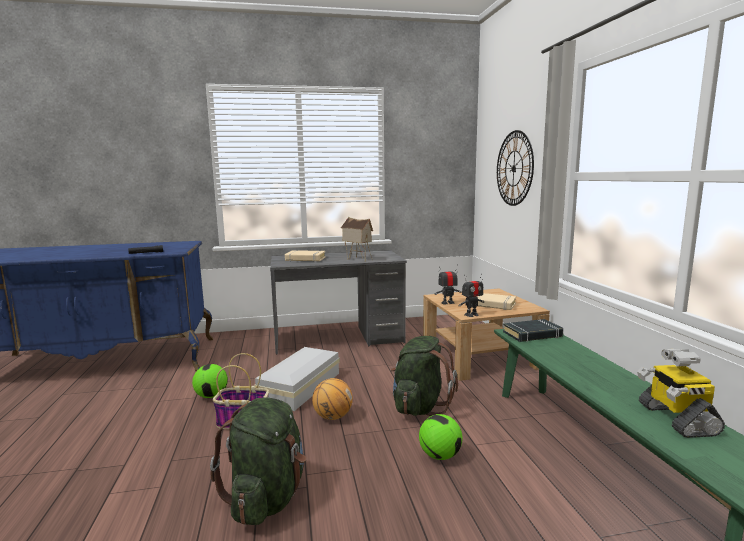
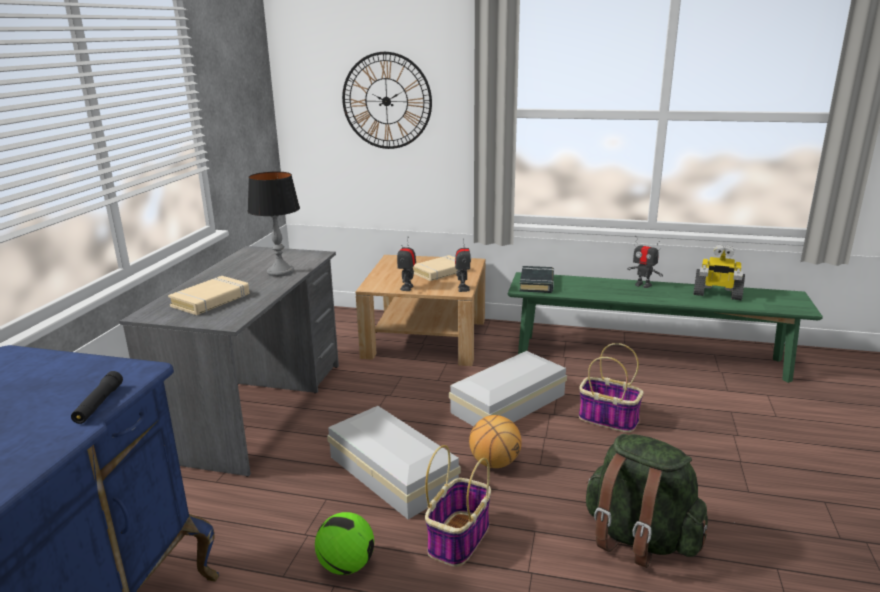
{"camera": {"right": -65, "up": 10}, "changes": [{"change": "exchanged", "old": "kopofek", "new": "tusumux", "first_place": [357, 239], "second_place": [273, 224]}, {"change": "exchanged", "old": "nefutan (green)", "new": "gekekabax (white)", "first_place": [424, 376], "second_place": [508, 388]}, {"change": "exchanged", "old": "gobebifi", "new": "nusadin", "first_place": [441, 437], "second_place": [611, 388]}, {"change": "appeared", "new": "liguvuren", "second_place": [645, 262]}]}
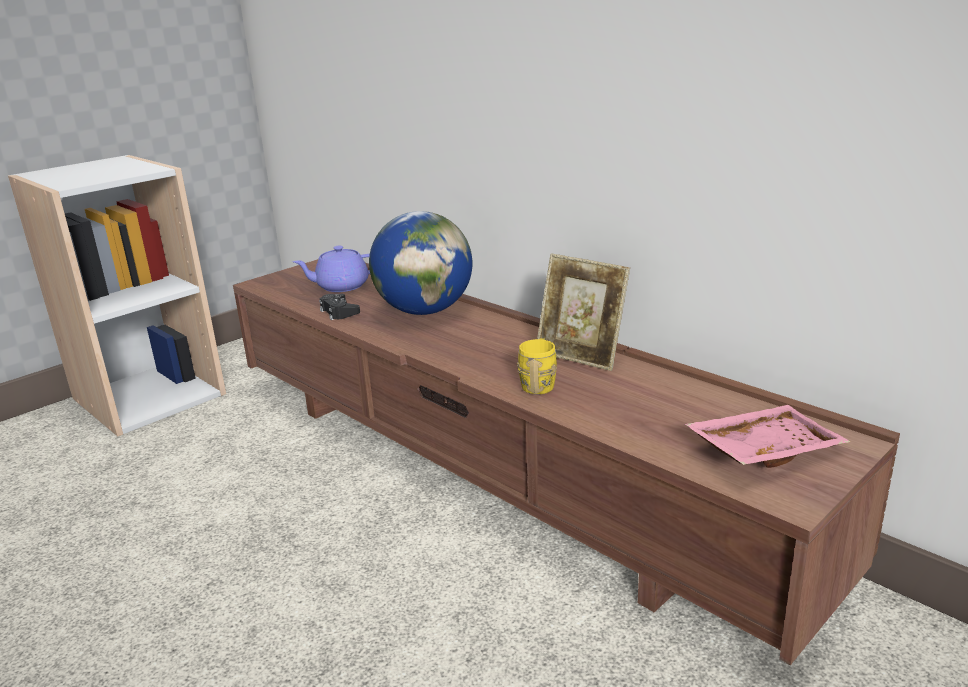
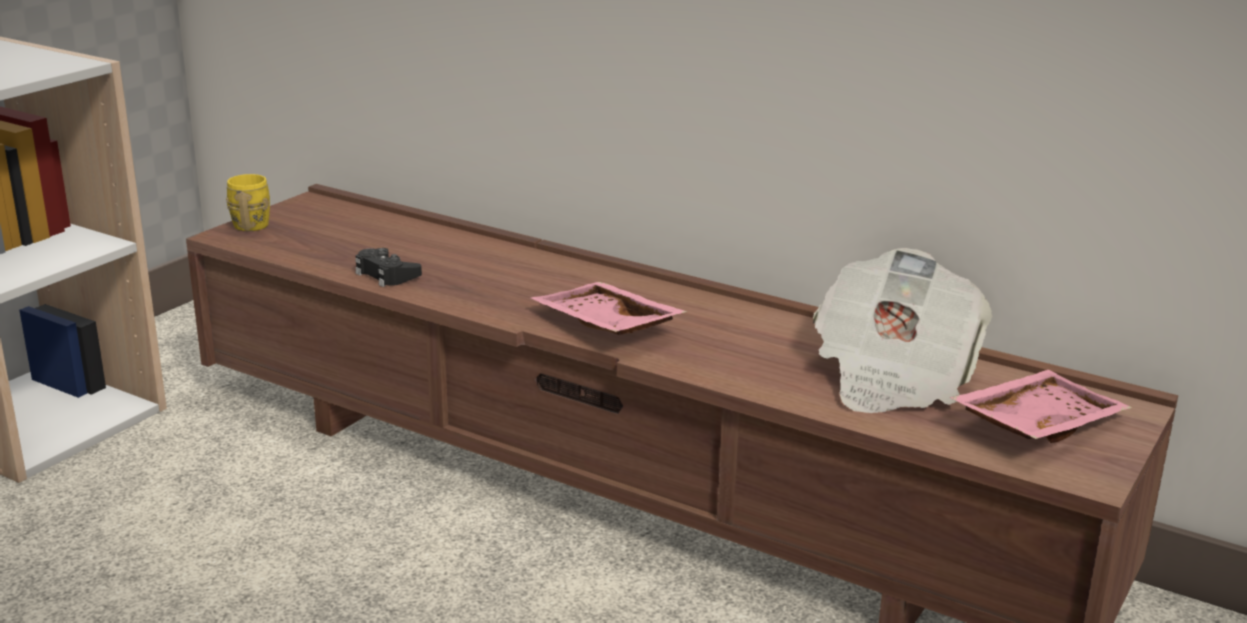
{"camera": {"right": -15, "up": 0}, "changes": [{"change": "missing", "old": "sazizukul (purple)", "first_place": [331, 269]}, {"change": "missing", "old": "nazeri", "first_place": [420, 263]}, {"change": "relocated", "old": "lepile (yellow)", "first_place": [537, 366], "second_place": [248, 202]}, {"change": "missing", "old": "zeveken", "first_place": [583, 312]}, {"change": "appeared", "new": "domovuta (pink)", "second_place": [609, 308]}, {"change": "appeared", "new": "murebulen", "second_place": [903, 330]}]}
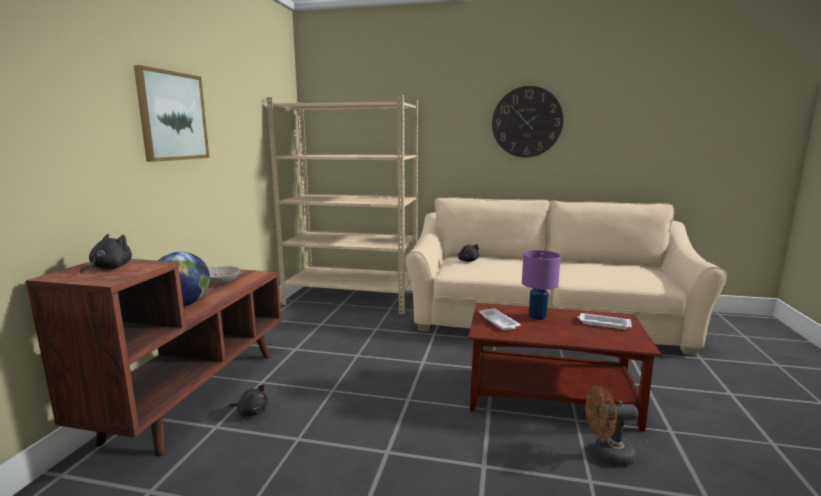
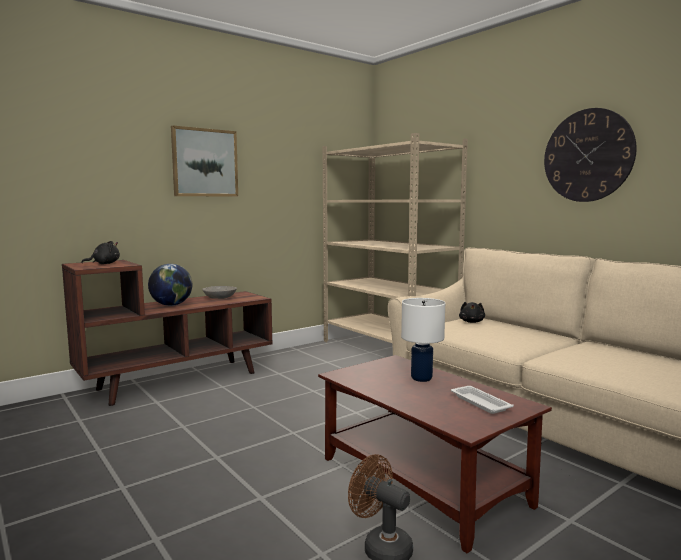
{"camera": {"right": 40, "up": -5}, "changes": [{"change": "missing", "old": "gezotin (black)", "first_place": [248, 401]}, {"change": "missing", "old": "domovuta (white)", "first_place": [500, 319]}, {"change": "colour", "old": "tusumux (purple)", "new": "tusumux (white)", "first_place": [541, 285], "second_place": [423, 340]}]}
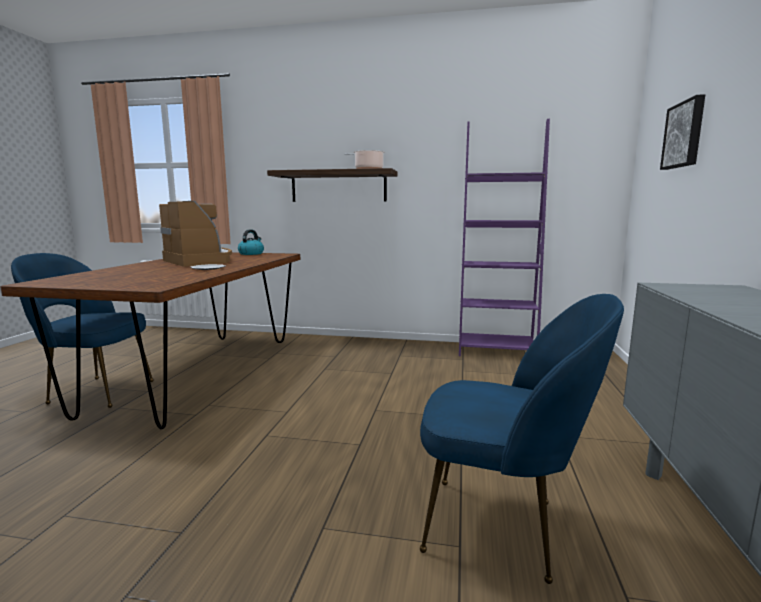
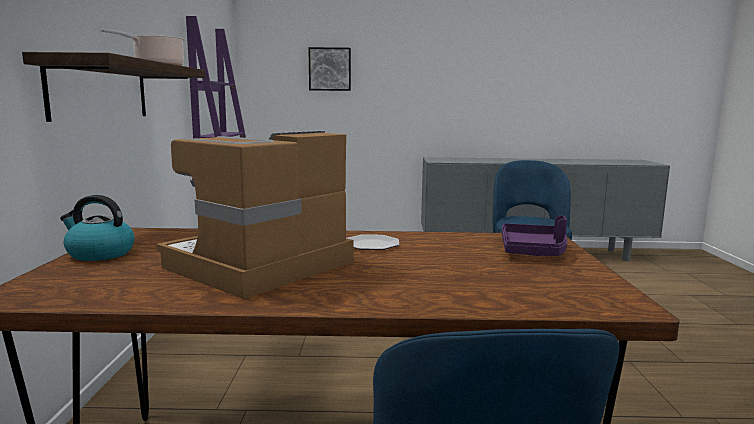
{"camera": {"right": -100, "up": 0}, "changes": [{"change": "appeared", "new": "domovuta (purple)", "second_place": [534, 236]}]}
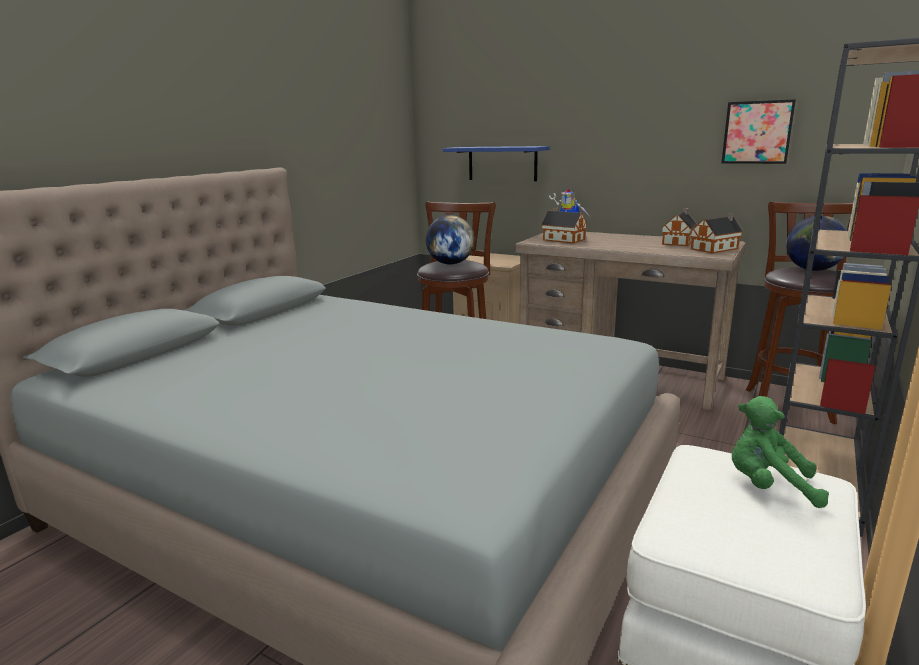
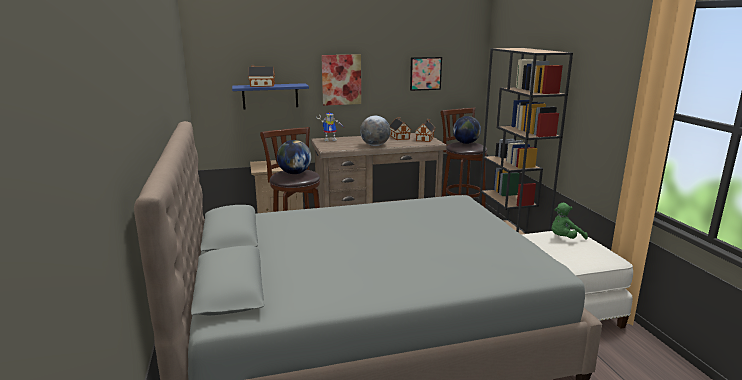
{"camera": {"right": -45, "up": 0}, "changes": [{"change": "relocated", "old": "kopofek", "first_place": [564, 226], "second_place": [261, 76]}, {"change": "appeared", "new": "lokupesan", "second_place": [341, 80]}, {"change": "appeared", "new": "nazeri", "second_place": [375, 131]}]}
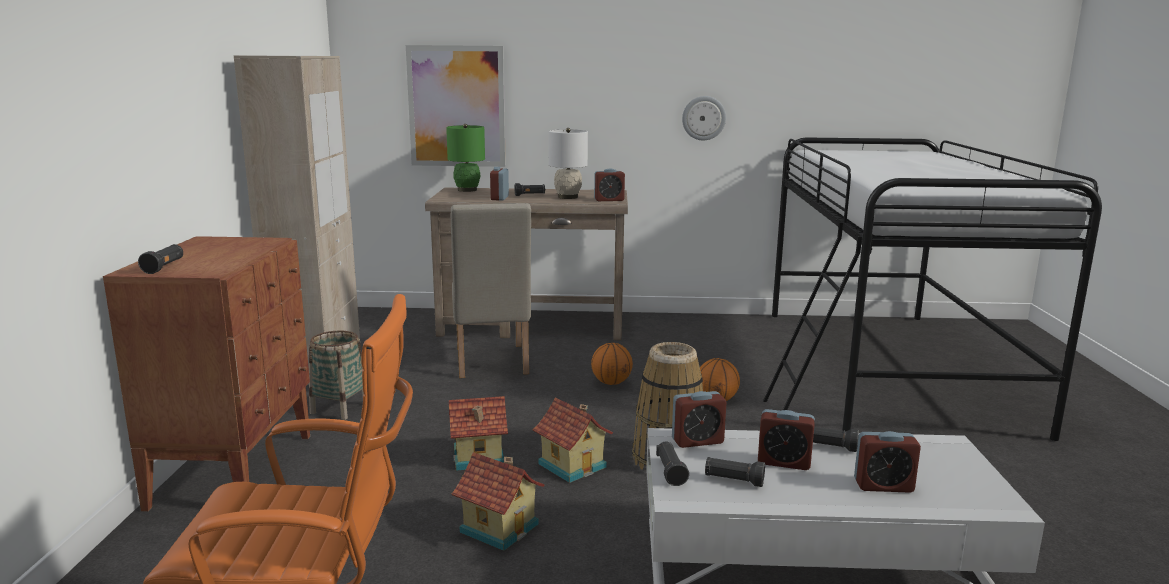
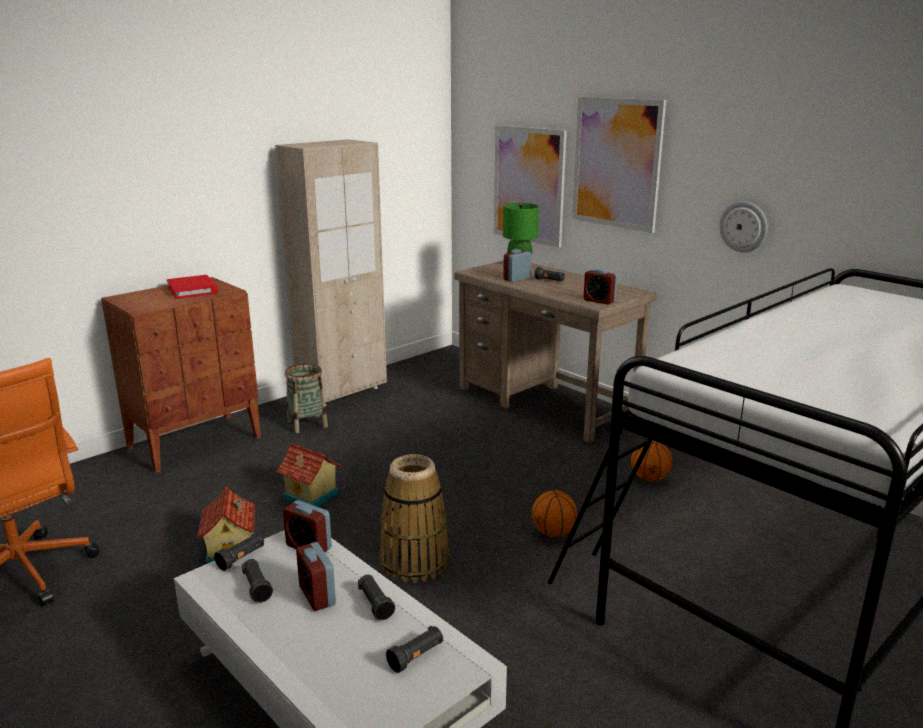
{"camera": {"right": 45, "up": 5}, "changes": [{"change": "relocated", "old": "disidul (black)", "first_place": [160, 259], "second_place": [414, 649]}, {"change": "missing", "old": "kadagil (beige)", "first_place": [491, 290]}, {"change": "missing", "old": "kopofek", "first_place": [573, 440]}, {"change": "missing", "old": "tusumux (white)", "first_place": [568, 163]}, {"change": "relocated", "old": "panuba", "first_place": [612, 364], "second_place": [651, 461]}, {"change": "missing", "old": "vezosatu", "first_place": [887, 462]}, {"change": "appeared", "new": "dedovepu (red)", "second_place": [193, 287]}, {"change": "appeared", "new": "lokupesan", "second_place": [619, 165]}]}
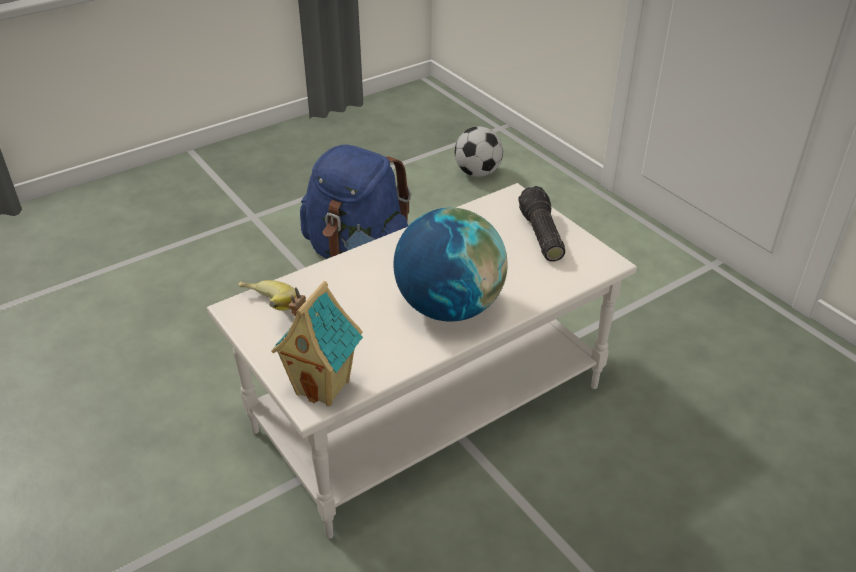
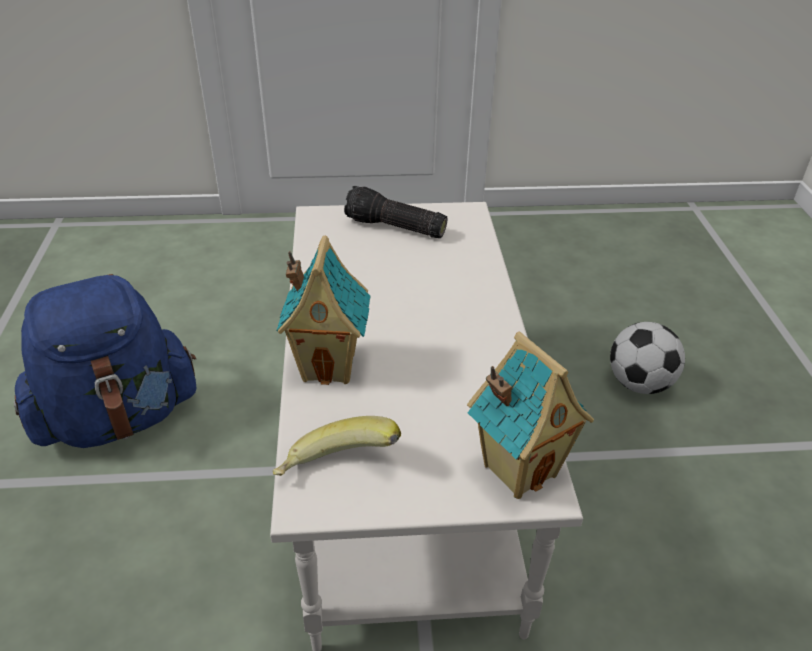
{"camera": {"right": -60, "up": 0}, "changes": [{"change": "missing", "old": "nazeri", "first_place": [450, 264]}, {"change": "relocated", "old": "gobebifi", "first_place": [479, 151], "second_place": [647, 358]}, {"change": "appeared", "new": "kopofek", "second_place": [323, 310]}]}
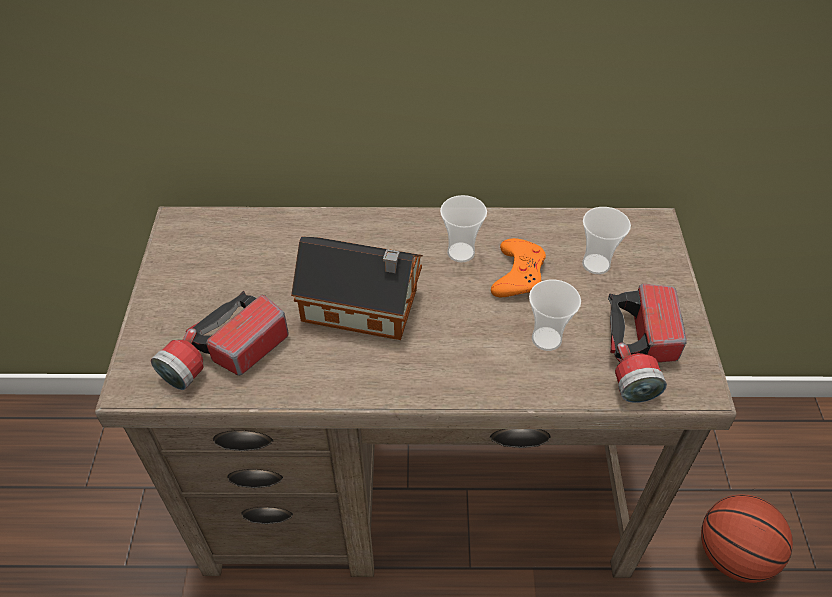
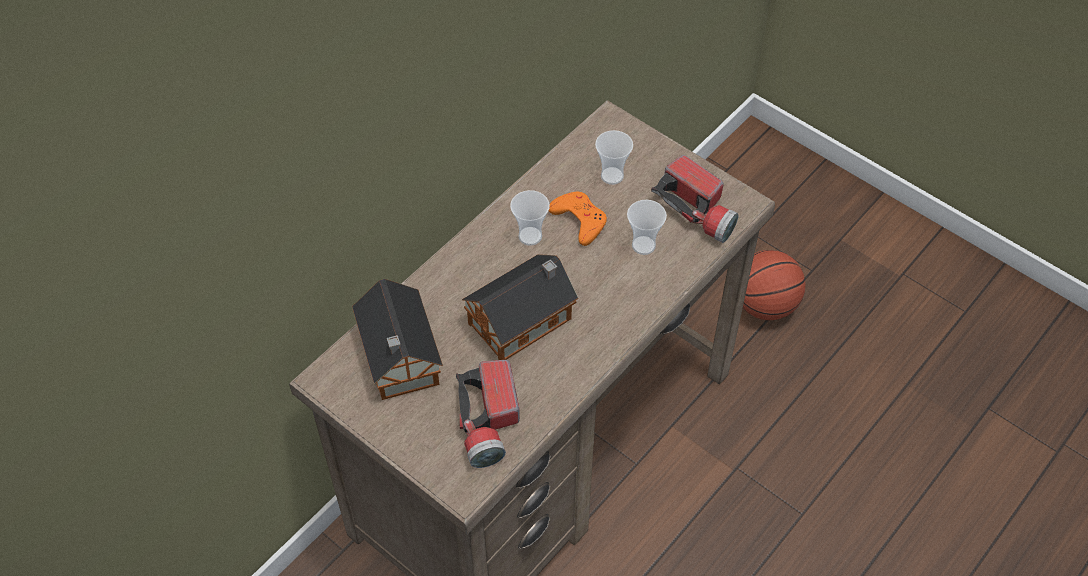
{"camera": {"right": -50, "up": 5}, "changes": [{"change": "appeared", "new": "kopofek", "second_place": [397, 339]}]}
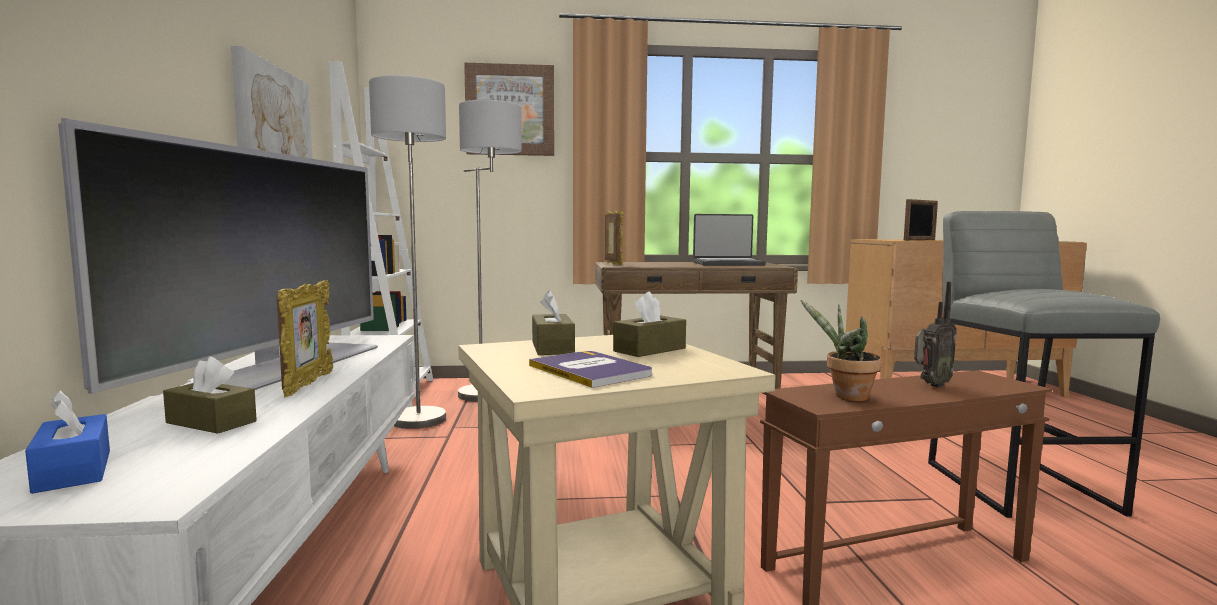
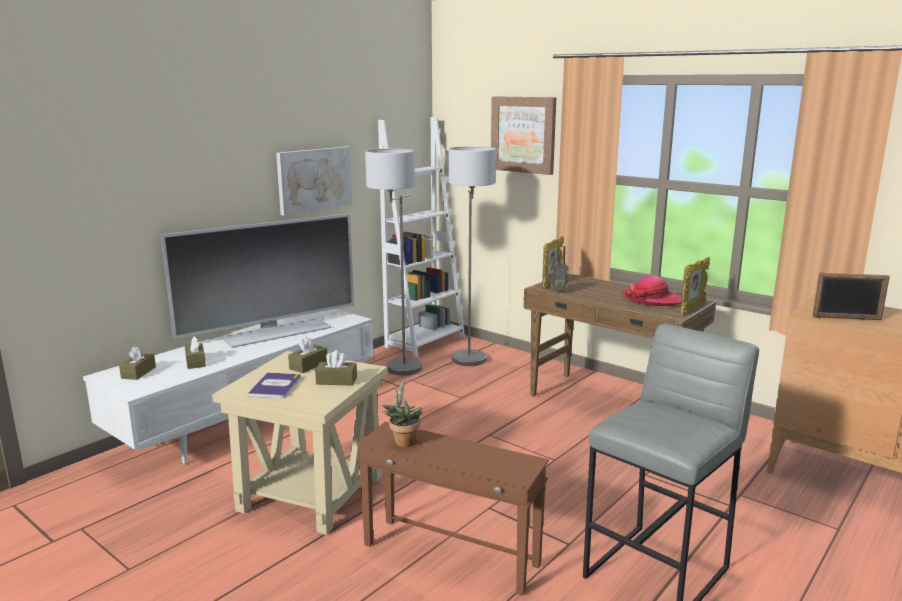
{"camera": {"right": 45, "up": 10}, "changes": [{"change": "colour", "old": "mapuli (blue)", "new": "mapuli (brown)", "first_place": [67, 442], "second_place": [137, 363]}, {"change": "relocated", "old": "zeveken", "first_place": [304, 338], "second_place": [695, 286]}, {"change": "exchanged", "old": "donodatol", "new": "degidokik", "first_place": [729, 240], "second_place": [652, 290]}, {"change": "relocated", "old": "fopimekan", "first_place": [935, 334], "second_place": [558, 269]}]}
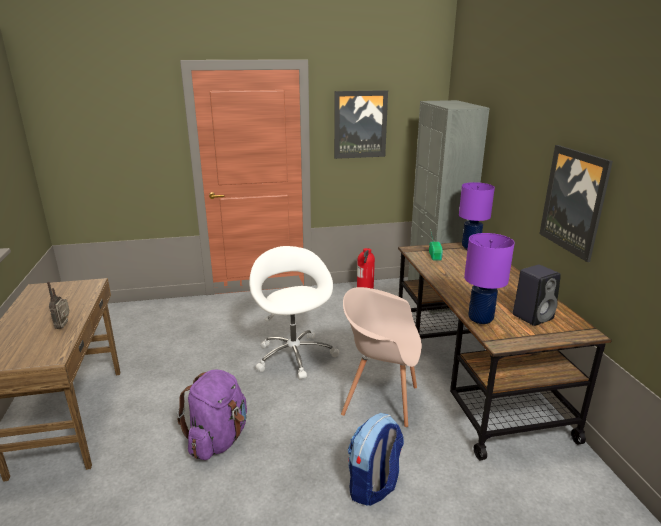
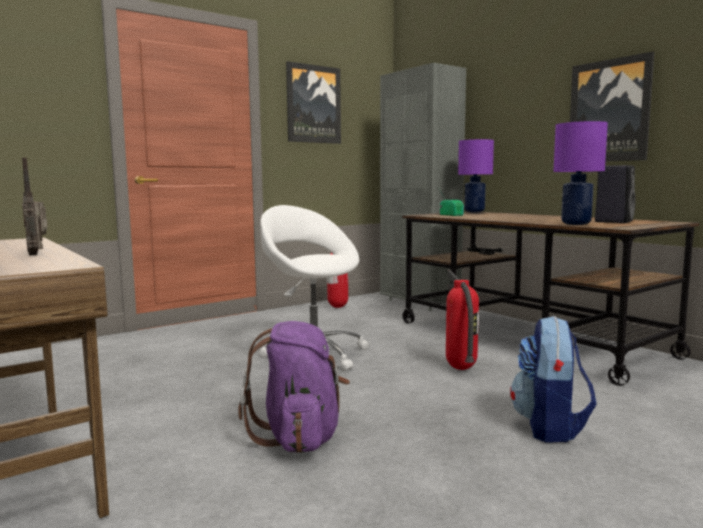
{"camera": {"right": -25, "up": -15}, "changes": [{"change": "exchanged", "old": "kadagil (beige)", "new": "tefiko", "first_place": [381, 357], "second_place": [462, 320]}]}
